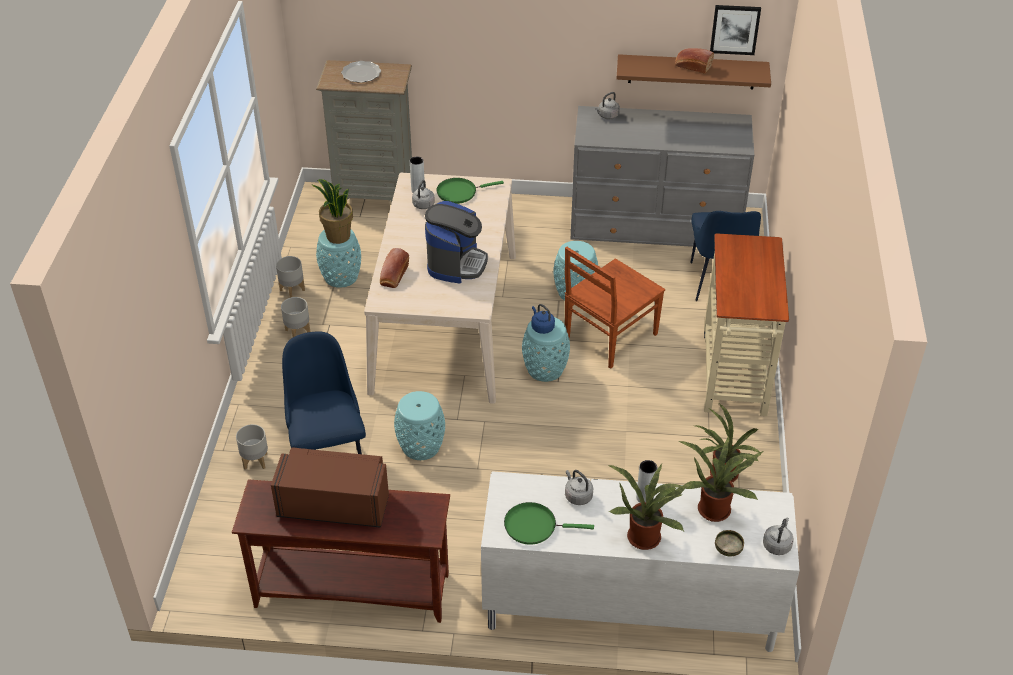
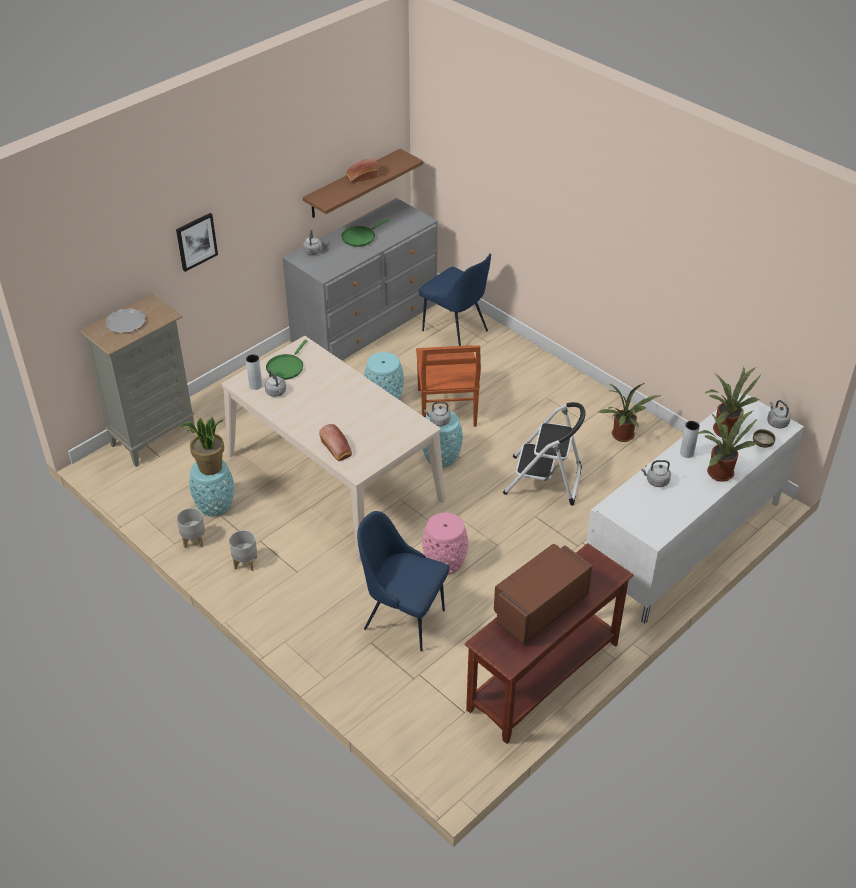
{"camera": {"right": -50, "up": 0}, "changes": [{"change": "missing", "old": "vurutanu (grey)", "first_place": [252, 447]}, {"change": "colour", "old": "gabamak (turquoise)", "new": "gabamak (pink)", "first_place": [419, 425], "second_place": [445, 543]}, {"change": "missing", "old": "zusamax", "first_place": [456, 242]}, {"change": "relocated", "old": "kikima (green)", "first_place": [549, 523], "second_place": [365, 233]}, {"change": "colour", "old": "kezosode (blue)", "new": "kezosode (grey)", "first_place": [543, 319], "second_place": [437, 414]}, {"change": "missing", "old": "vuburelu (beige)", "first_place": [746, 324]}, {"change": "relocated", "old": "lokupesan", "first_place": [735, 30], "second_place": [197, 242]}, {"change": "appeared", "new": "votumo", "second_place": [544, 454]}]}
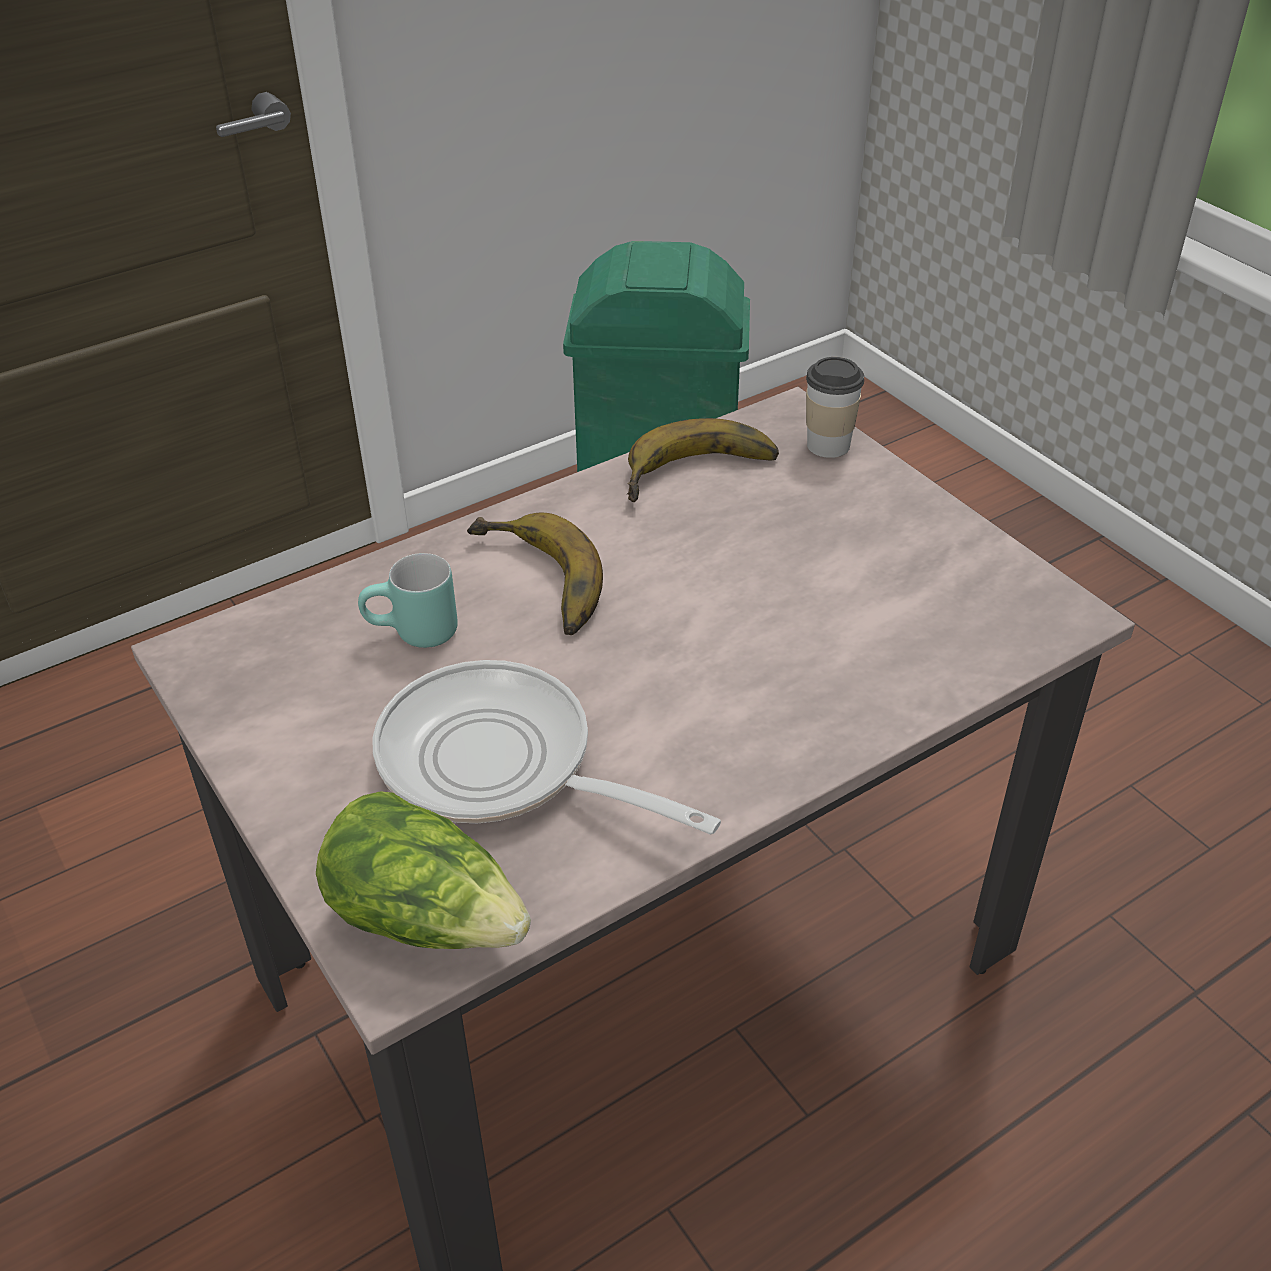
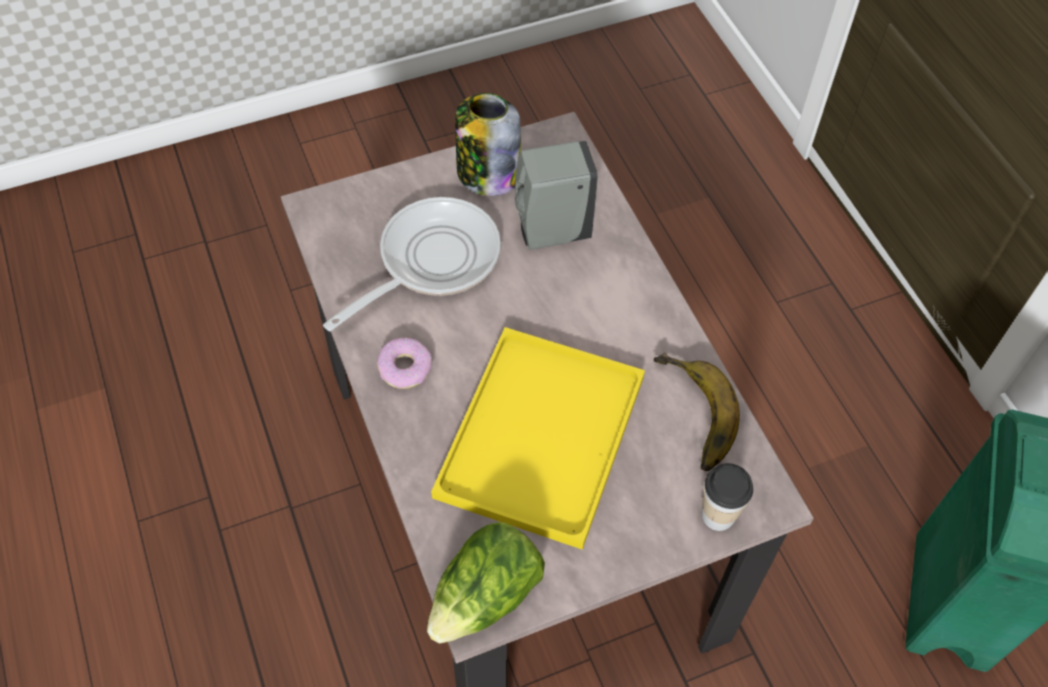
{"camera": {"right": 100, "up": 15}, "changes": [{"change": "relocated", "old": "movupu", "first_place": [423, 870], "second_place": [486, 583]}, {"change": "exchanged", "old": "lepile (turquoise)", "new": "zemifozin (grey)", "first_place": [408, 600], "second_place": [556, 195]}, {"change": "missing", "old": "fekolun", "first_place": [535, 574]}, {"change": "appeared", "new": "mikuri", "second_place": [404, 363]}, {"change": "appeared", "new": "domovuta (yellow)", "second_place": [538, 438]}, {"change": "appeared", "new": "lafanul", "second_place": [488, 144]}]}
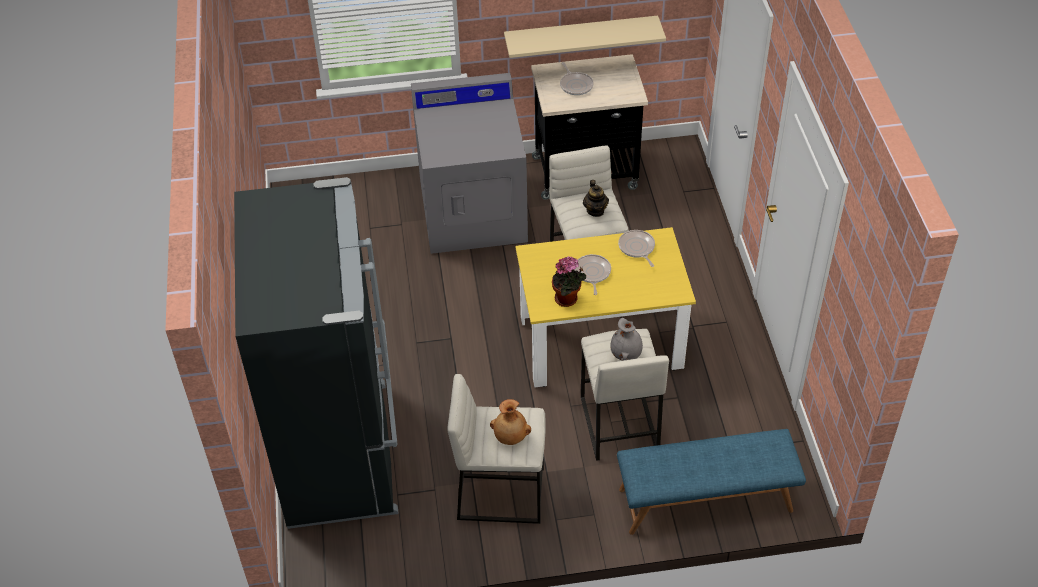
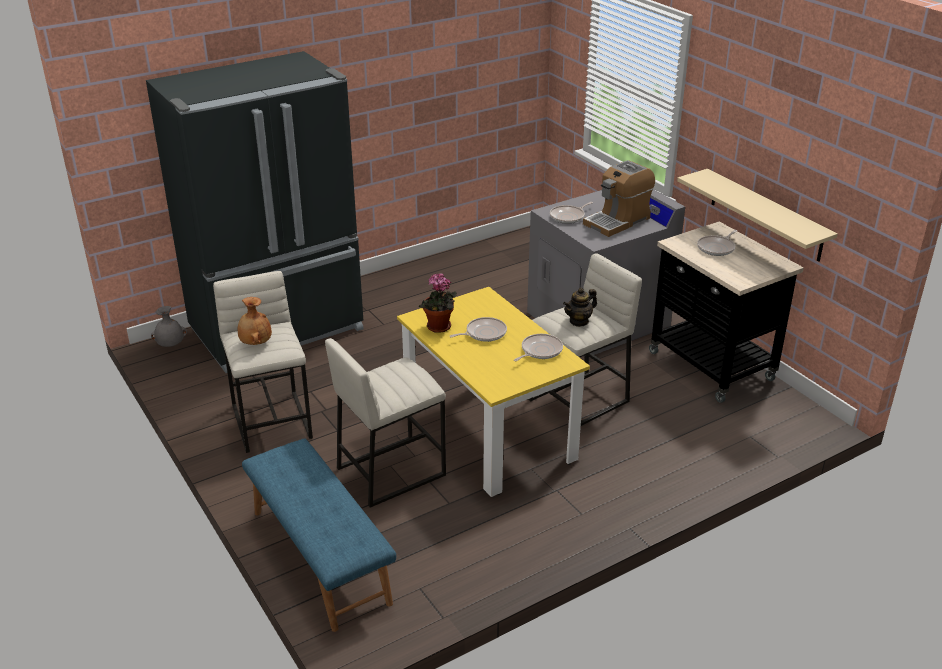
{"camera": {"right": 65, "up": -15}, "changes": [{"change": "relocated", "old": "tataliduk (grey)", "first_place": [627, 339], "second_place": [169, 326]}, {"change": "appeared", "new": "kikima", "second_place": [571, 213]}, {"change": "appeared", "new": "zusamax", "second_place": [619, 198]}]}
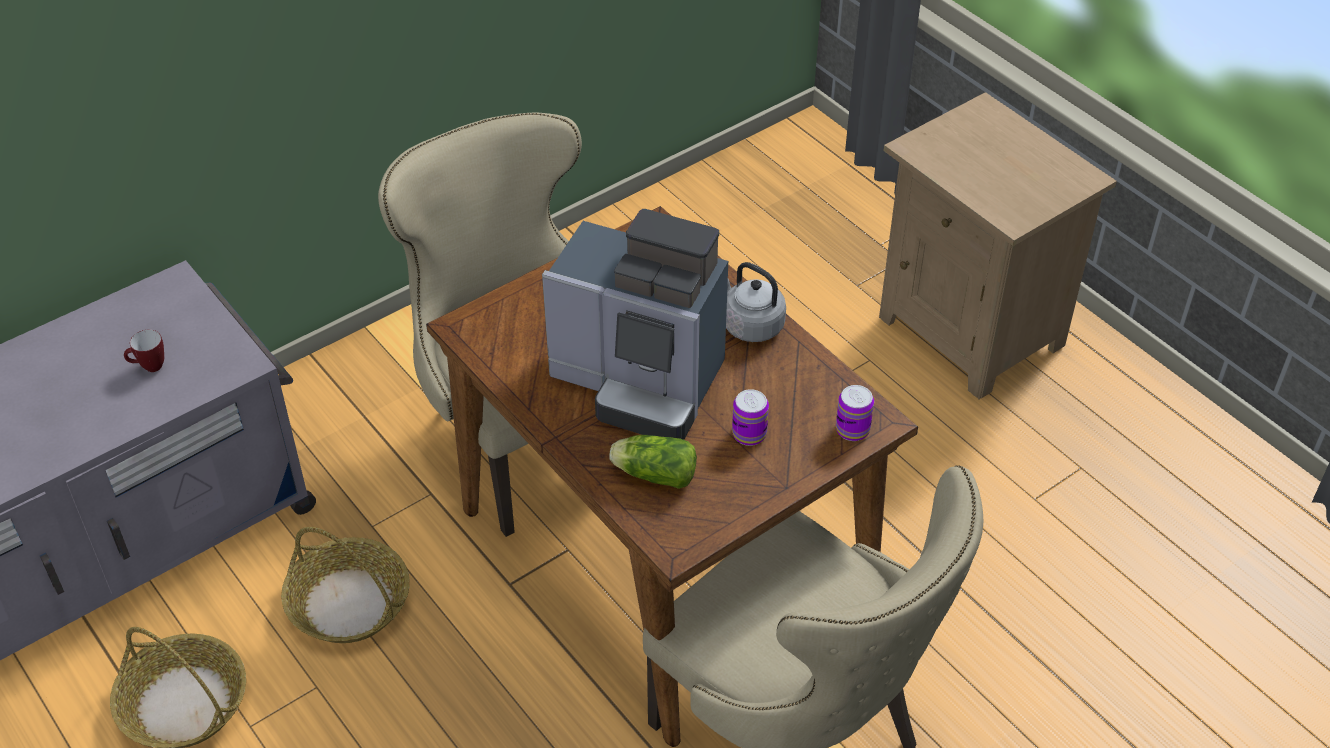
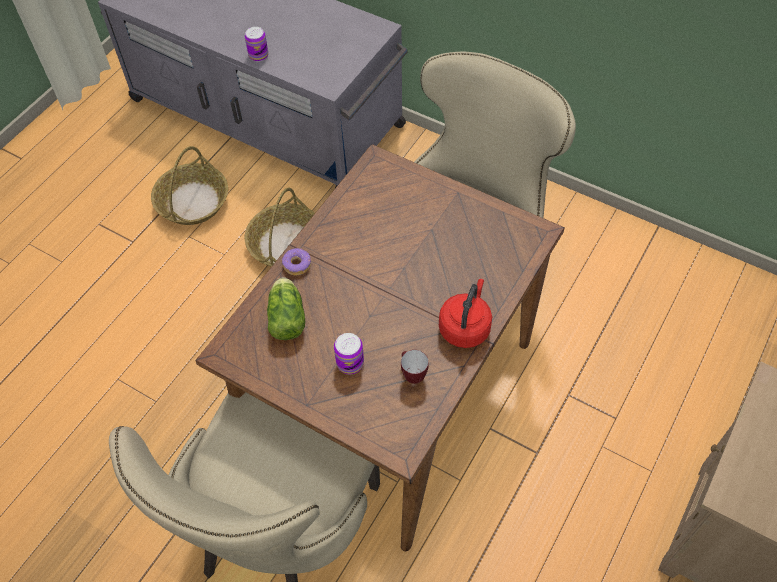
{"camera": {"right": 70, "up": 10}, "changes": [{"change": "relocated", "old": "lepile", "first_place": [144, 351], "second_place": [415, 367]}, {"change": "missing", "old": "zusamax", "first_place": [635, 324]}, {"change": "colour", "old": "kezosode (grey)", "new": "kezosode (red)", "first_place": [756, 302], "second_place": [465, 313]}, {"change": "relocated", "old": "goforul", "first_place": [855, 413], "second_place": [256, 44]}, {"change": "appeared", "new": "mikuri", "second_place": [296, 261]}]}
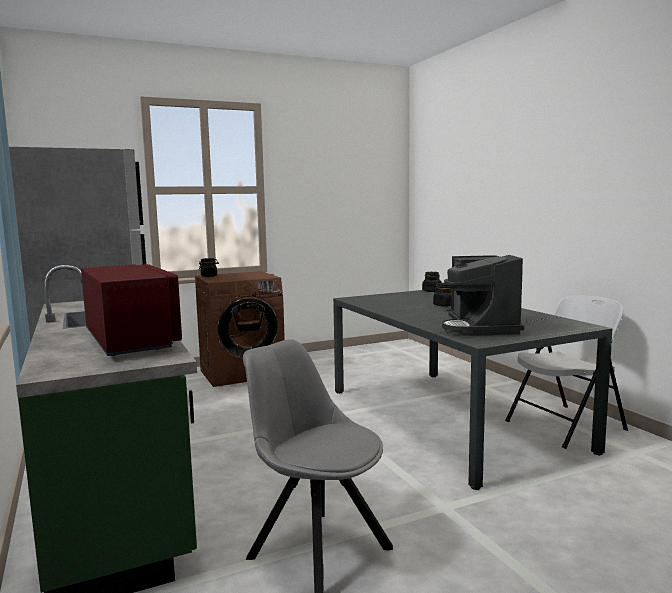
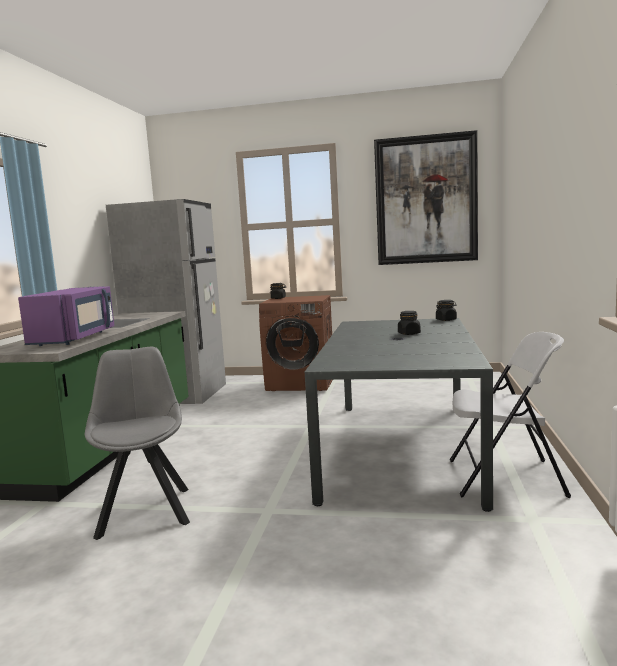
{"camera": {"right": 35, "up": 0}, "changes": [{"change": "colour", "old": "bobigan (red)", "new": "bobigan (purple)", "first_place": [131, 310], "second_place": [66, 316]}, {"change": "missing", "old": "zusamax", "first_place": [483, 295]}, {"change": "appeared", "new": "lokupesan", "second_place": [426, 197]}]}
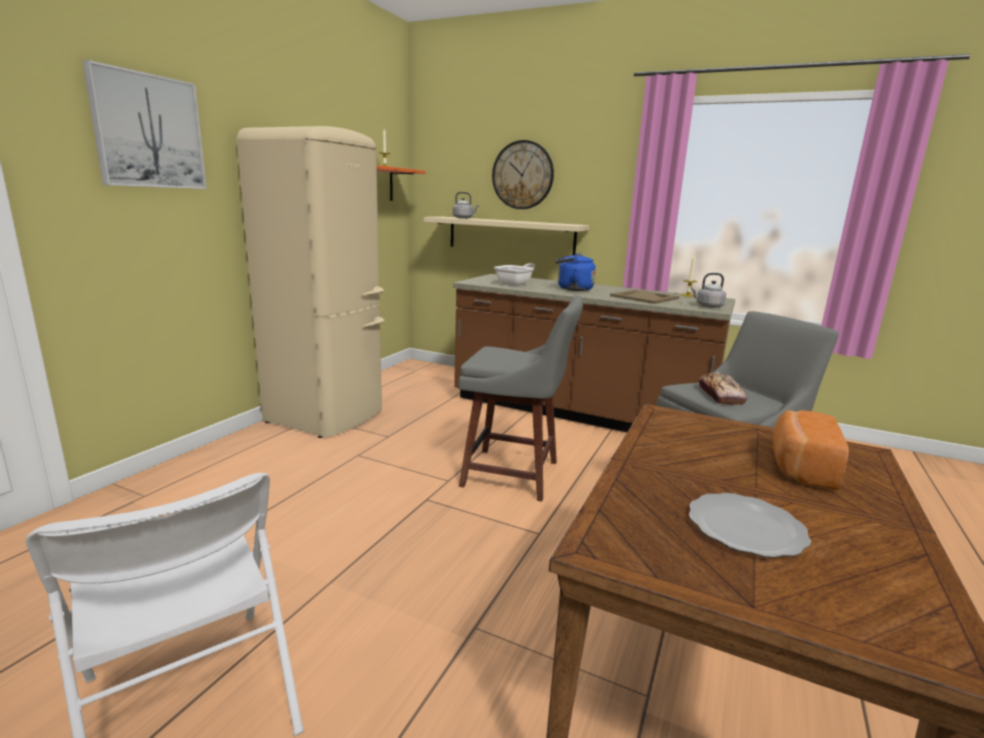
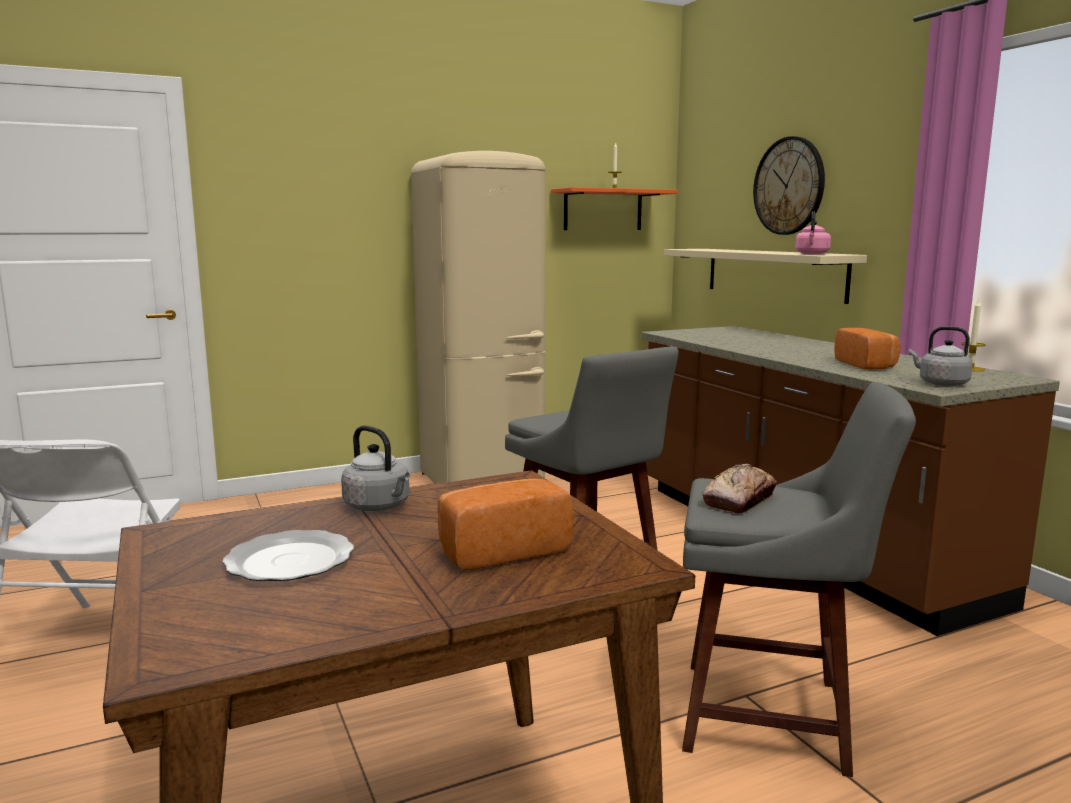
{"camera": {"right": 40, "up": -5}, "changes": [{"change": "missing", "old": "lokupesan", "first_place": [145, 124]}, {"change": "relocated", "old": "kezosode (grey)", "first_place": [466, 205], "second_place": [375, 468]}, {"change": "missing", "old": "kikima", "first_place": [514, 274]}, {"change": "missing", "old": "kezosode (blue)", "first_place": [576, 272]}, {"change": "exchanged", "old": "domovuta (beige)", "new": "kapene", "first_place": [644, 296], "second_place": [868, 349]}, {"change": "appeared", "new": "kezosode (pink)", "second_place": [813, 233]}]}
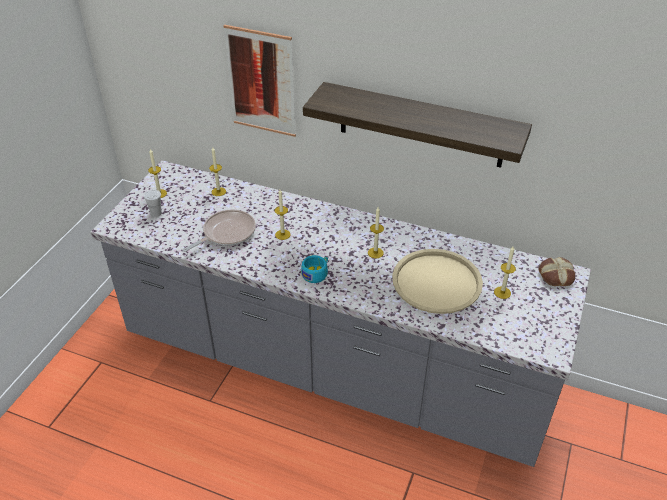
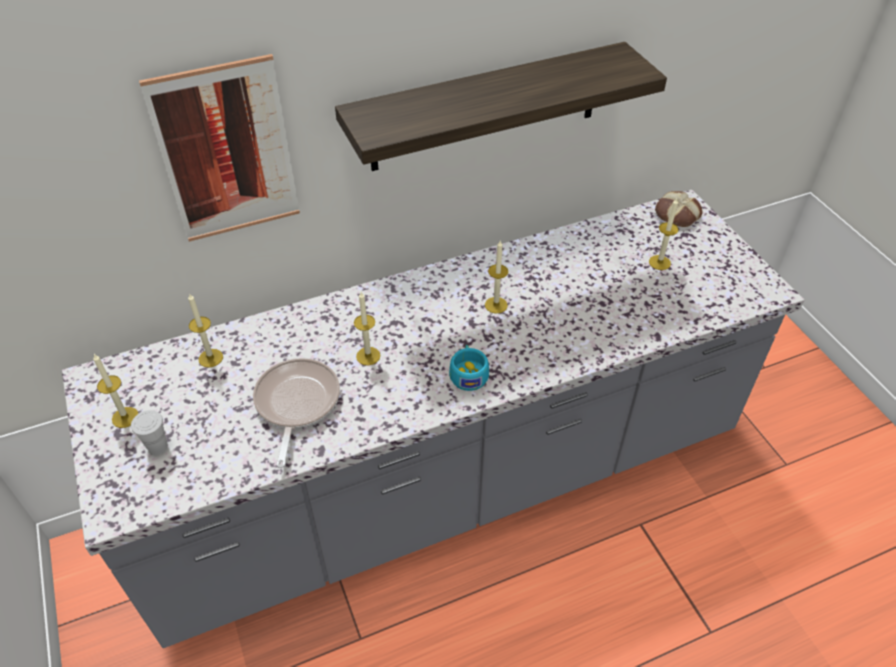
{"camera": {"right": -45, "up": 5}, "changes": [{"change": "missing", "old": "domovuta (beige)", "first_place": [437, 281]}]}
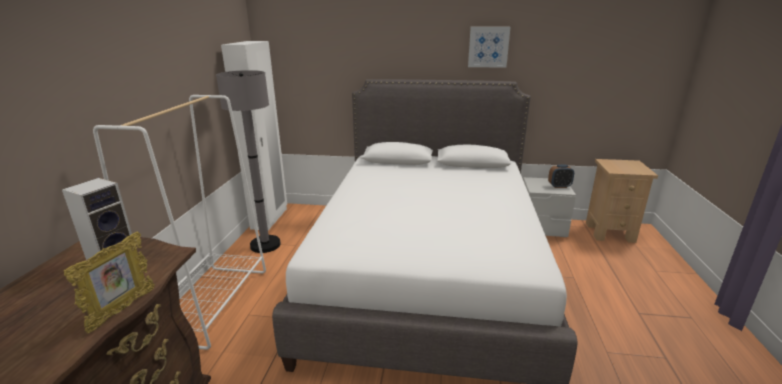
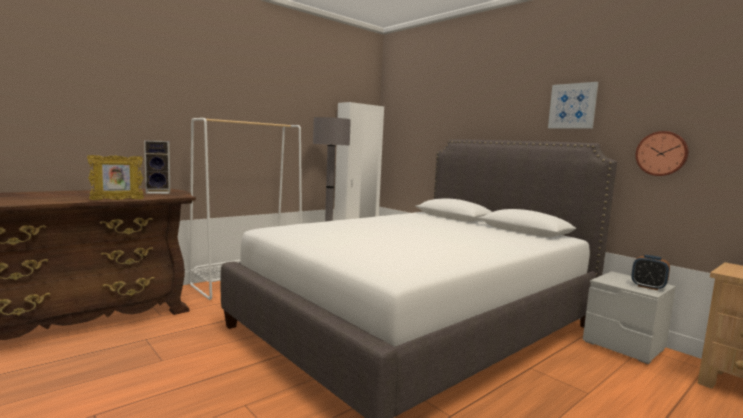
{"camera": {"right": 40, "up": -15}, "changes": [{"change": "appeared", "new": "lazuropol", "second_place": [662, 153]}]}
